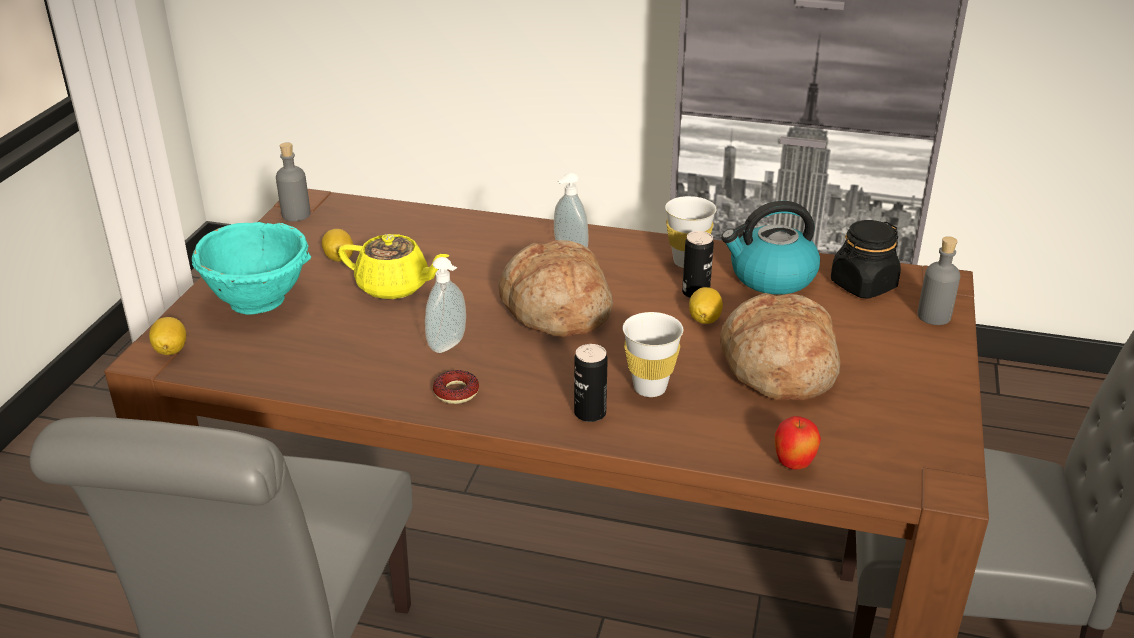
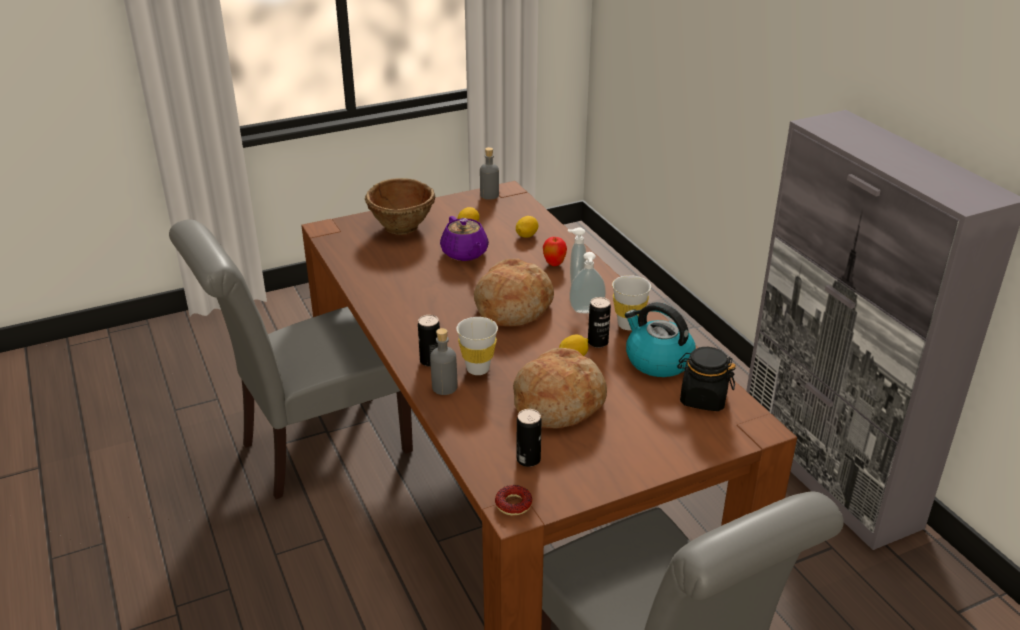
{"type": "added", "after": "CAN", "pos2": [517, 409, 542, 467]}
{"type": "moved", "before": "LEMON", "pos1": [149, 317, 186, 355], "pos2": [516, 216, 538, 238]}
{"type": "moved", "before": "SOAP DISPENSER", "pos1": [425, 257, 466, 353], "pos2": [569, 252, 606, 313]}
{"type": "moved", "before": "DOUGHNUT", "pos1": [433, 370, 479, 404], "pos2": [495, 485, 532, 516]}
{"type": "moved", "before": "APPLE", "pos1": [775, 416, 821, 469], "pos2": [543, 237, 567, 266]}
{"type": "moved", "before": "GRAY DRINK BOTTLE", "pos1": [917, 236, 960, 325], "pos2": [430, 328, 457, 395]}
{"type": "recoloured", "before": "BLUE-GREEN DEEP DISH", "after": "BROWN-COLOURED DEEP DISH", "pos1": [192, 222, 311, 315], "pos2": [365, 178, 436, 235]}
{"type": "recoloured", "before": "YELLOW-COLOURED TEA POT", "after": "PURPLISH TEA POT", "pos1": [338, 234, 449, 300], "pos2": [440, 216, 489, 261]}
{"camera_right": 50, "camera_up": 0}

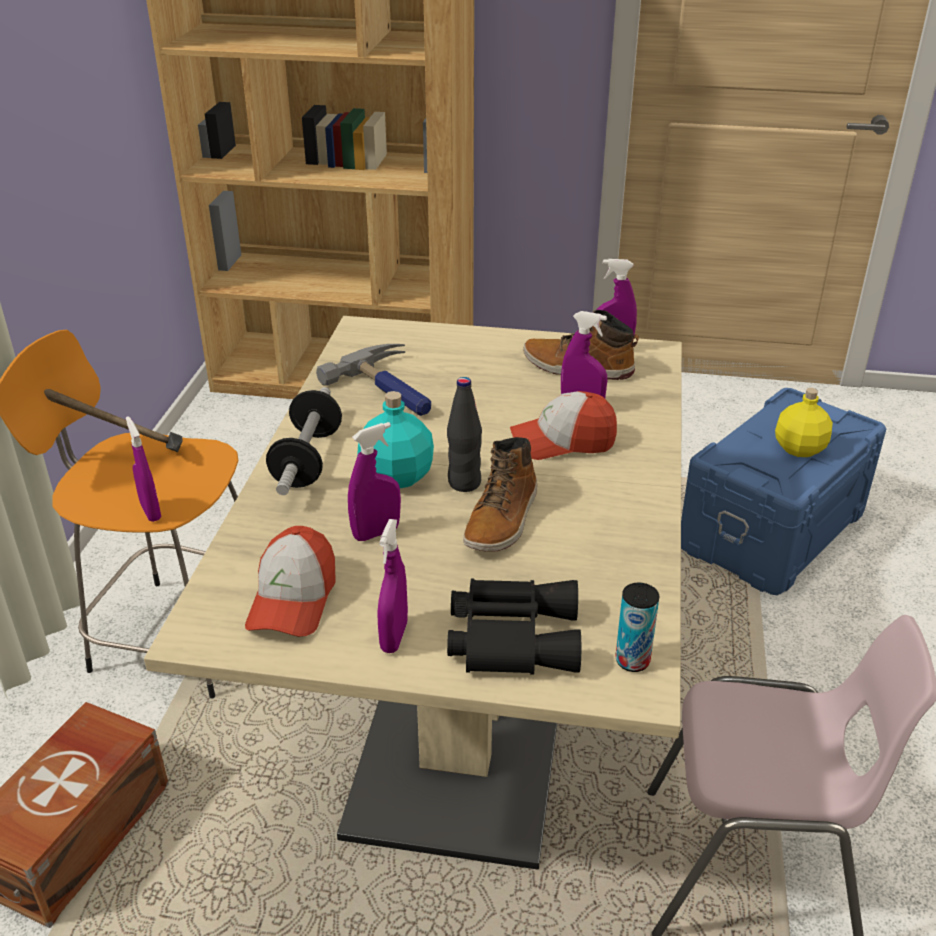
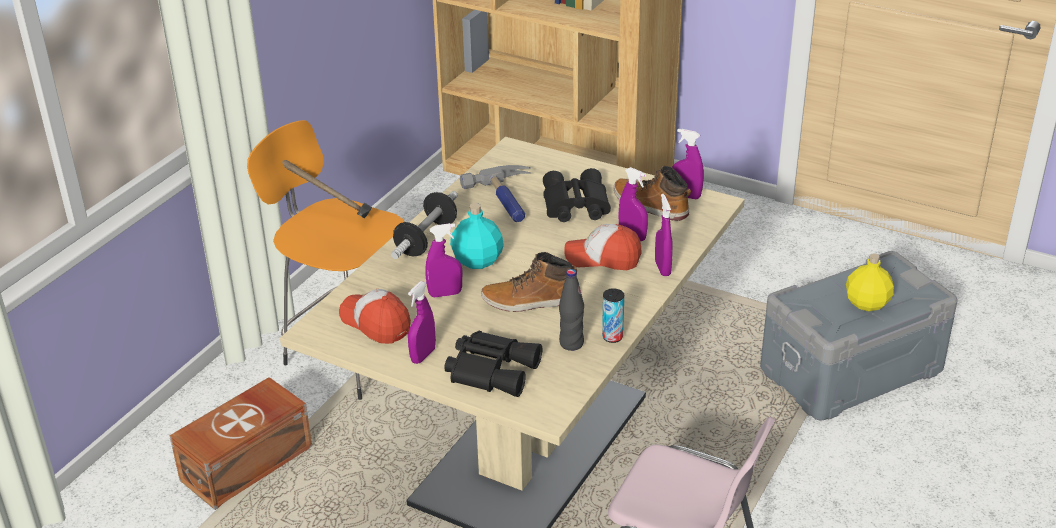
{"type": "added", "after": "BLACKISH FIELD GLASSES", "pos2": [543, 168, 611, 222]}
{"type": "moved", "before": "PURPLISH HAND SPRAYER", "pos1": [126, 416, 161, 522], "pos2": [655, 194, 673, 276]}
{"type": "moved", "before": "BLACKISH DRINK BOTTLE", "pos1": [447, 377, 482, 492], "pos2": [559, 269, 584, 351]}
{"type": "moved", "before": "CAN", "pos1": [615, 583, 659, 672], "pos2": [602, 288, 624, 343]}
{"type": "recoloured", "before": "BLUISH STORAGE BIN", "after": "GRAY STORAGE BIN", "pos1": [681, 388, 886, 595], "pos2": [760, 251, 958, 421]}
{"type": "turned", "before": "CAP", "pos1": [245, 526, 336, 637], "pos2": [339, 289, 411, 344], "turn": 105}
{"type": "turned", "before": "HIGH-TOP BOOT", "pos1": [463, 437, 537, 552], "pos2": [481, 252, 577, 312], "turn": 45}
{"camera_right": 20, "camera_up": 0}

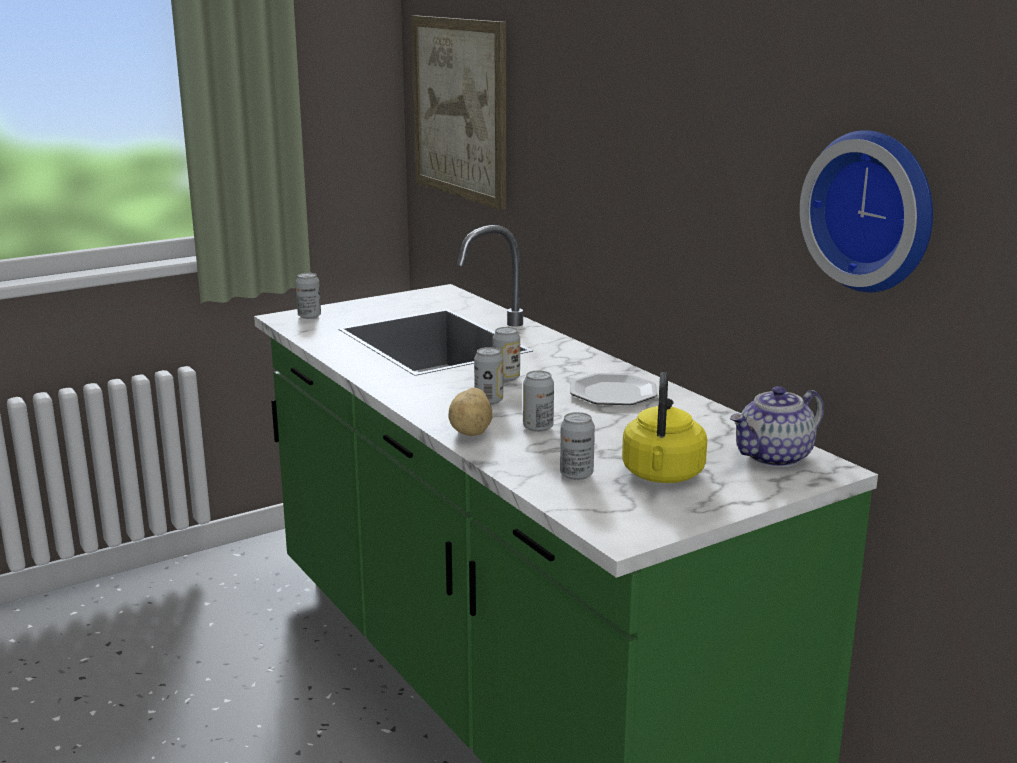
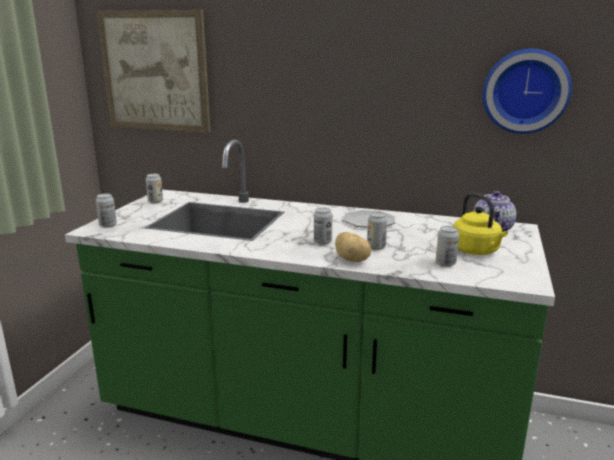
{"type": "moved", "before": "CAN", "pos1": [493, 327, 520, 381], "pos2": [146, 174, 163, 204]}
{"camera_right": -40, "camera_up": 0}

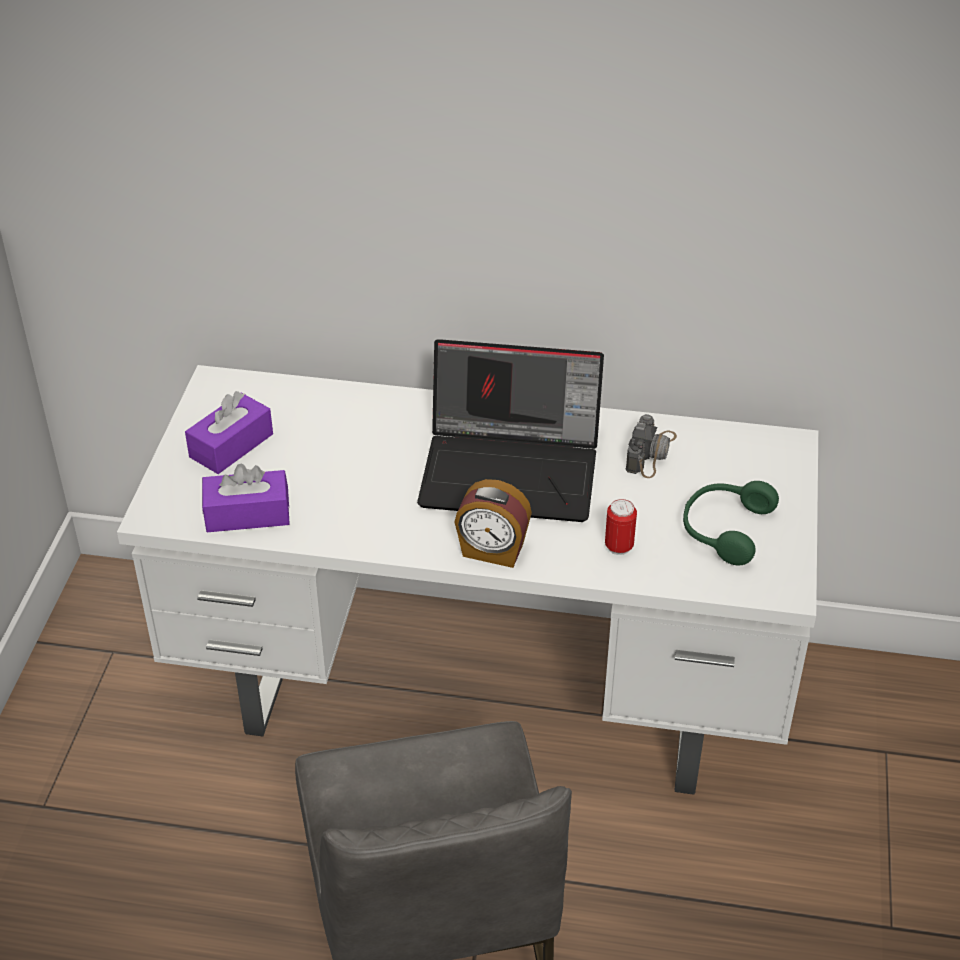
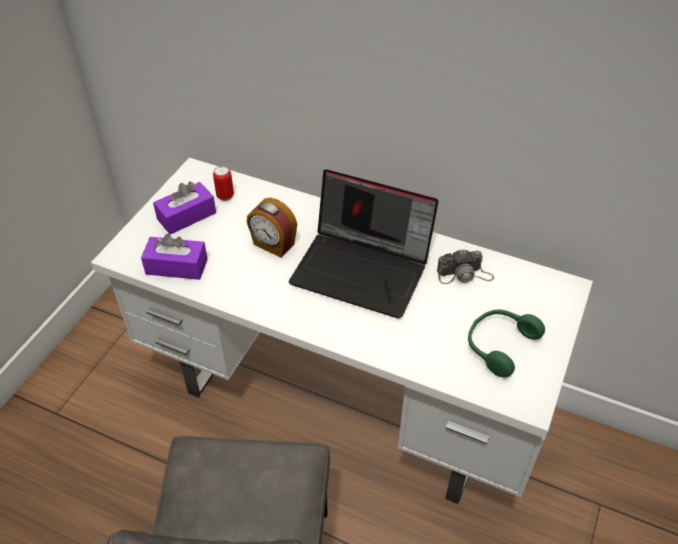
{"type": "moved", "before": "ALARM CLOCK", "pos1": [455, 479, 532, 568], "pos2": [247, 198, 297, 258]}
{"type": "moved", "before": "CAN", "pos1": [605, 499, 637, 555], "pos2": [213, 166, 234, 201]}
{"type": "turned", "before": "PHOTO CAMERA", "pos1": [626, 414, 677, 478], "pos2": [437, 249, 494, 284], "turn": 45}
{"camera_right": 15, "camera_up": 5}

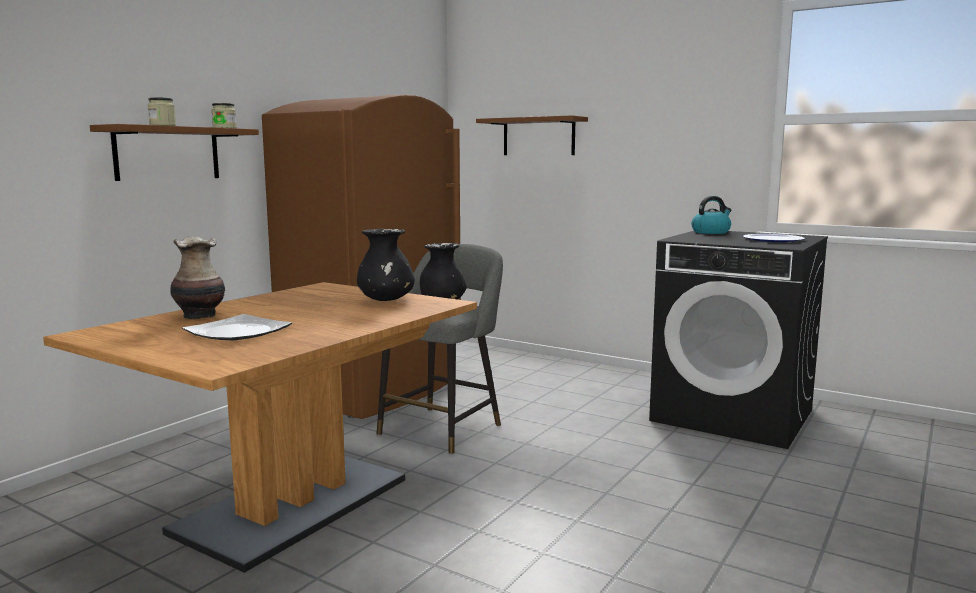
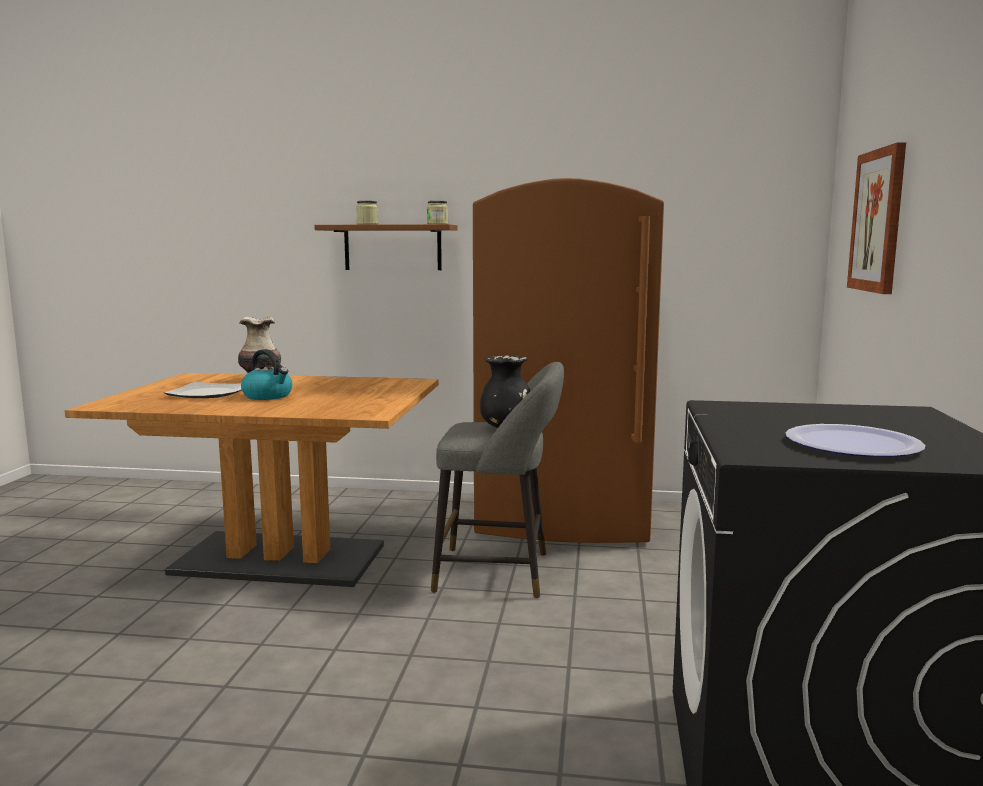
{"type": "removed", "before": "BLACKISH FLOWER VASE", "pos1": [357, 229, 415, 301]}
{"type": "moved", "before": "WATER KETTLE", "pos1": [691, 196, 732, 234], "pos2": [241, 349, 292, 400]}
{"type": "replaced", "before": "BROWN-COLOURED SHELF", "after": "PICTURE", "pos1": [476, 115, 588, 155], "pos2": [847, 142, 906, 294]}
{"camera_right": 65, "camera_up": 0}

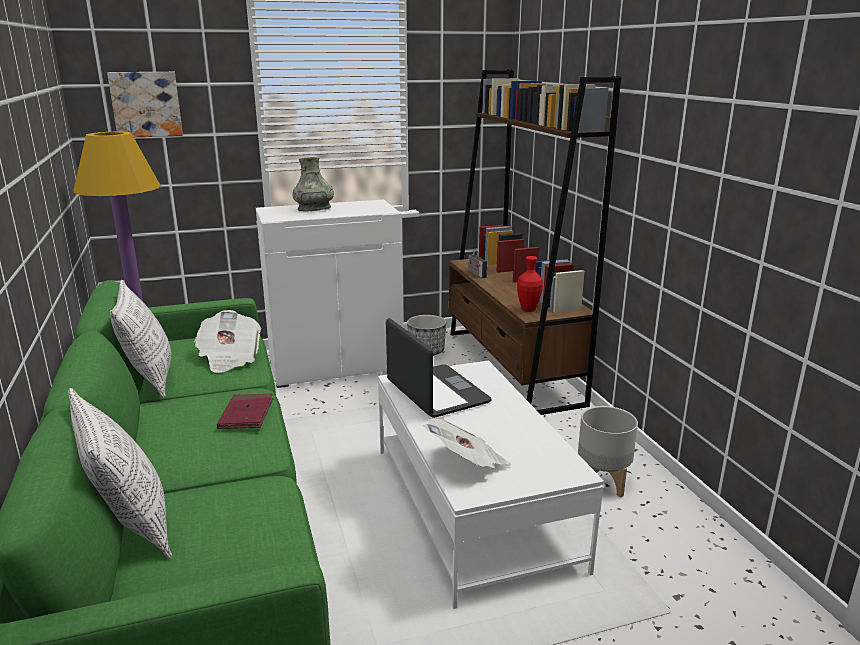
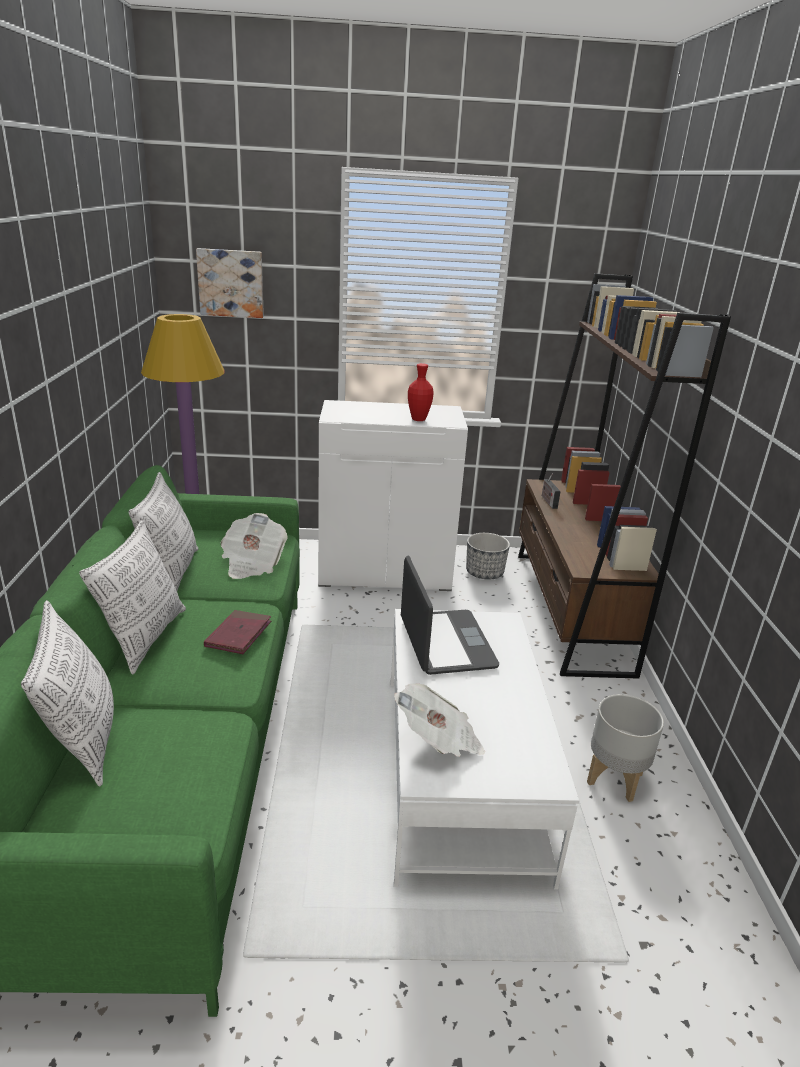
{"type": "removed", "before": "GRAY FLOWER VASE", "pos1": [292, 157, 334, 211]}
{"type": "added", "after": "THROW PILLOW", "pos2": [79, 520, 186, 674]}
{"type": "moved", "before": "REDDISH FLOWER VASE", "pos1": [517, 256, 543, 312], "pos2": [408, 363, 434, 421]}
{"camera_right": 15, "camera_up": 5}

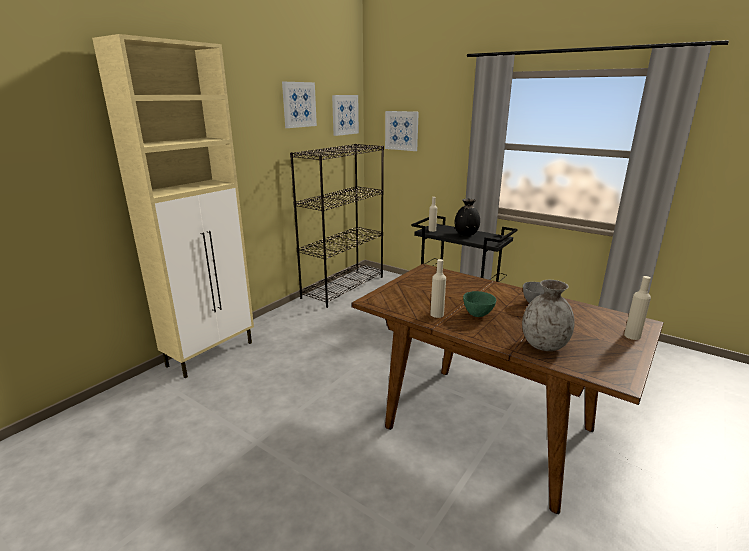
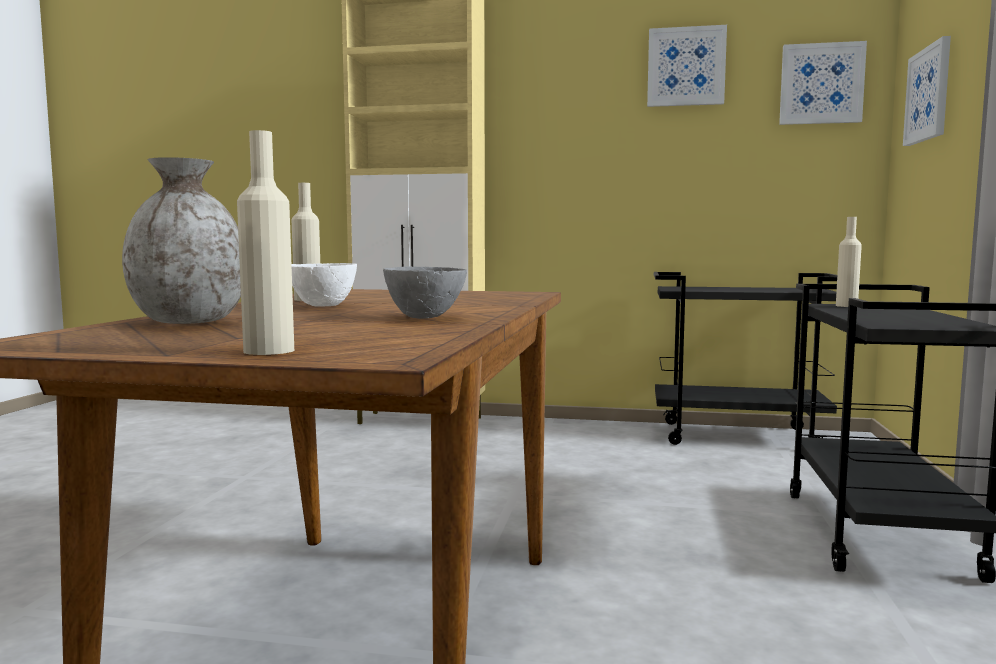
{"type": "removed", "before": "BLACKISH FLOWER VASE", "pos1": [455, 199, 480, 236]}
{"type": "replaced", "before": "BLACKISH SHELVING UNIT", "after": "BLACKISH CART", "pos1": [290, 144, 384, 308], "pos2": [654, 272, 837, 445]}
{"type": "recoloured", "before": "GREEN DEEP DISH", "after": "WHITE DEEP DISH", "pos1": [463, 291, 496, 317], "pos2": [291, 263, 357, 307]}
{"camera_right": 65, "camera_up": -15}

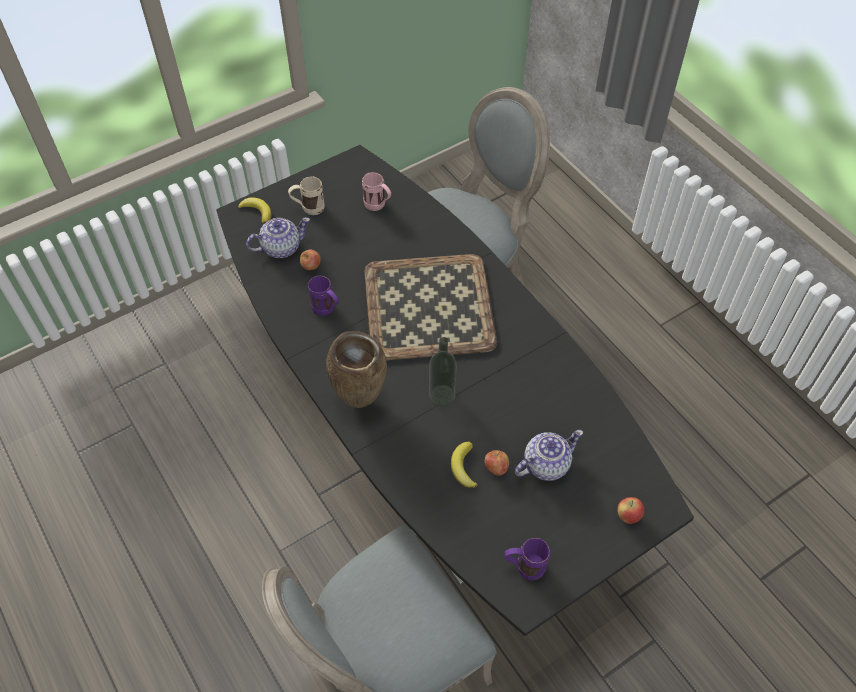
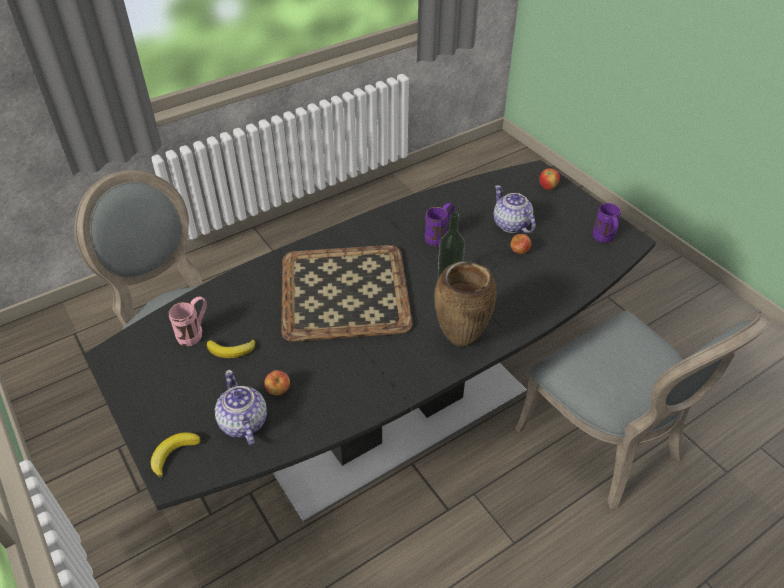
{"type": "removed", "before": "BEIGE COFFEE MUG", "pos1": [288, 176, 325, 215]}
{"type": "moved", "before": "PURPLISH COFFEE MUG", "pos1": [308, 276, 339, 316], "pos2": [425, 203, 454, 247]}
{"type": "moved", "before": "BANANA FRUIT", "pos1": [451, 441, 478, 487], "pos2": [207, 340, 255, 358]}
{"camera_right": -90, "camera_up": -10}

